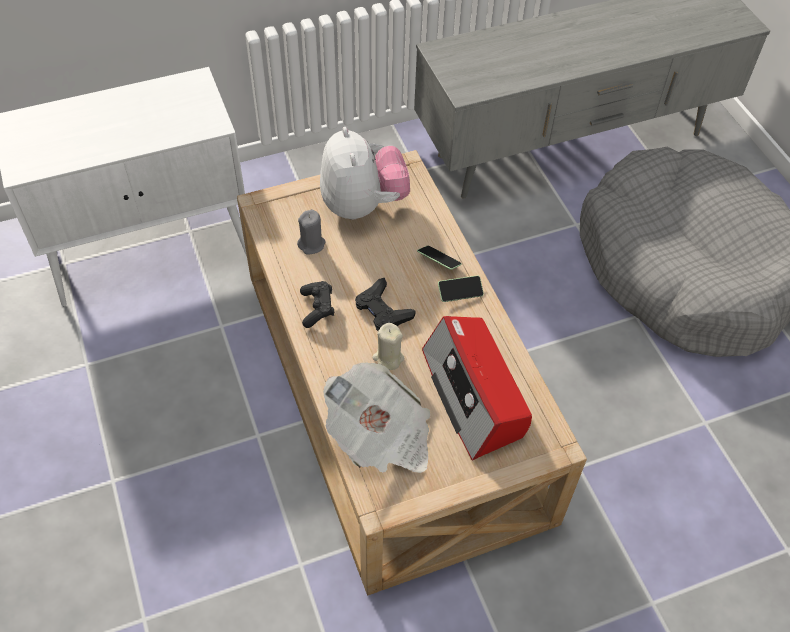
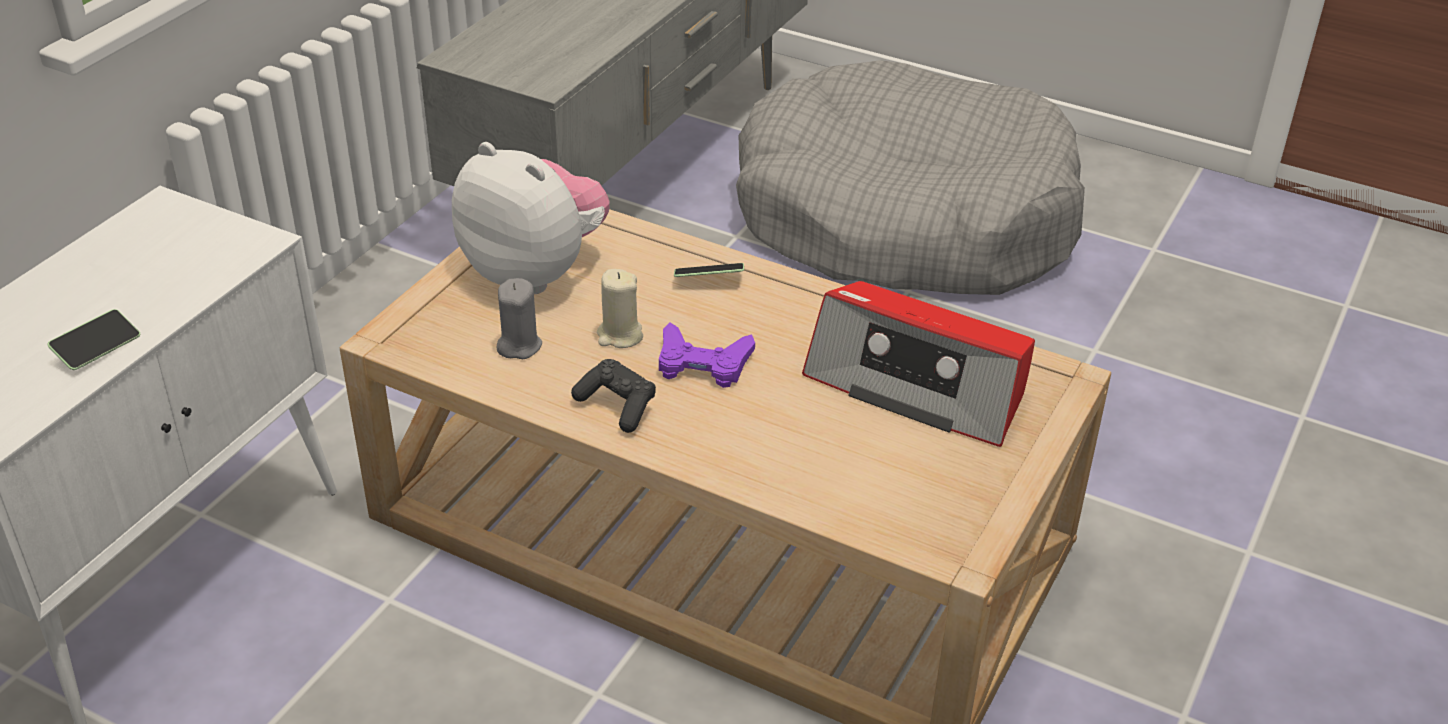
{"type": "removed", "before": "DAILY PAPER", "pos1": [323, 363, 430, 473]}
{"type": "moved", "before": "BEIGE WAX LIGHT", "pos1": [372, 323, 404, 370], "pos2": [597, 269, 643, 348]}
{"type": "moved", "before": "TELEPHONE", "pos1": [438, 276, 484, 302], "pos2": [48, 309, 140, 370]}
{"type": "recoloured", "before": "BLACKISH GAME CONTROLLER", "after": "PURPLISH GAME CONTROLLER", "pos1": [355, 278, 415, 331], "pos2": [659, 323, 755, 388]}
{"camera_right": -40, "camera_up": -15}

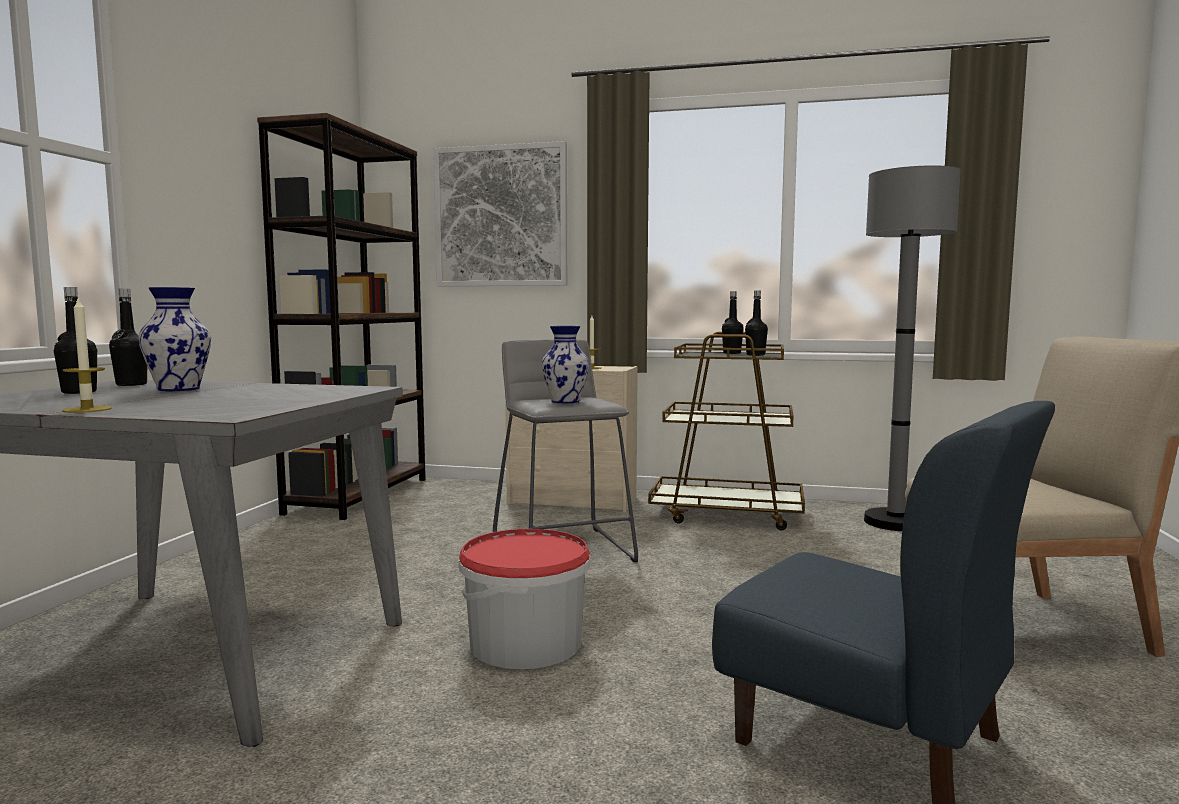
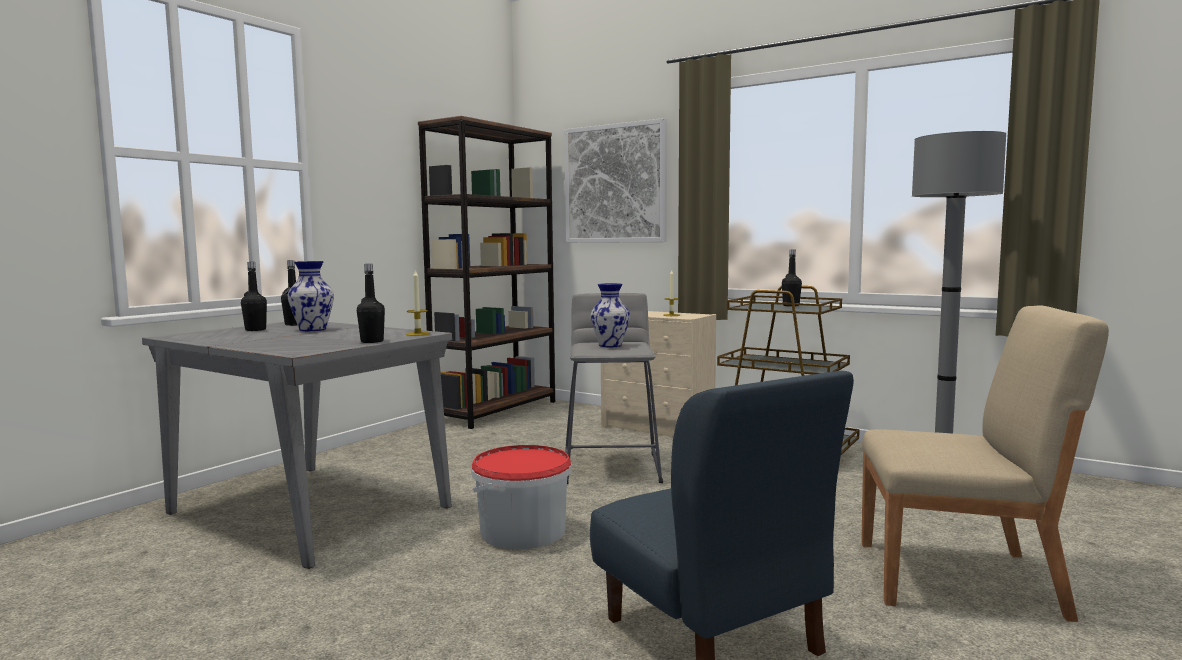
{"type": "moved", "before": "WAX LIGHT", "pos1": [62, 298, 112, 413], "pos2": [406, 269, 430, 336]}
{"type": "moved", "before": "BLACKISH DRINK BOTTLE", "pos1": [745, 291, 768, 356], "pos2": [357, 264, 385, 343]}
{"camera_right": 20, "camera_up": 0}

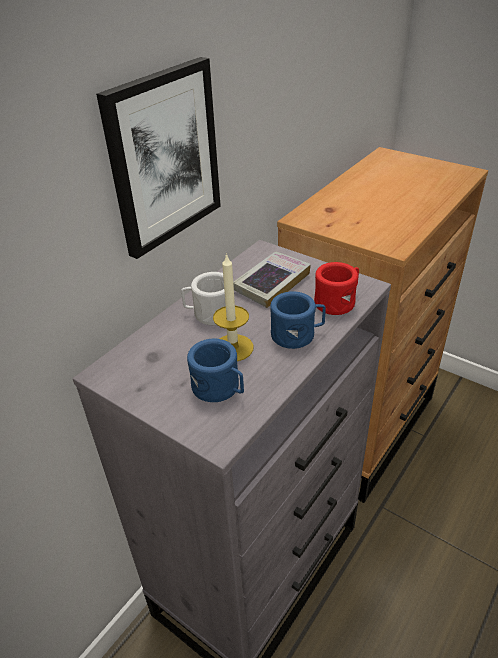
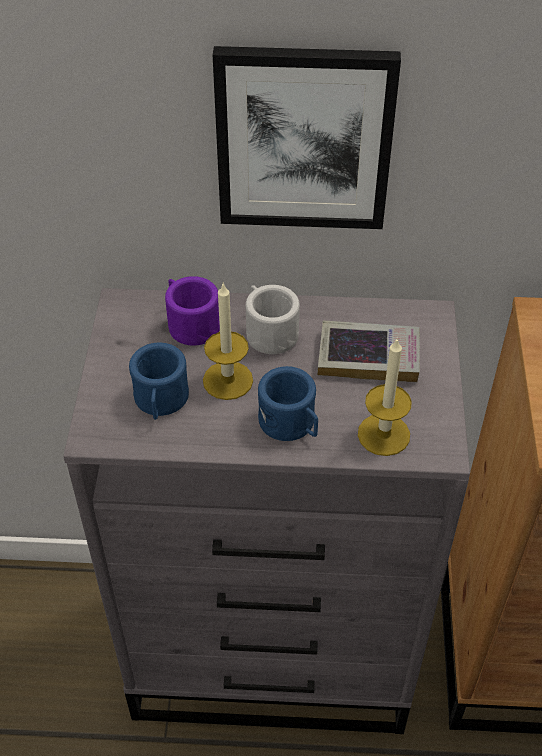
{"type": "added", "after": "PURPLISH COFFEE MUG", "pos2": [165, 276, 220, 346]}
{"type": "replaced", "before": "REDDISH COFFEE MUG", "after": "WAX LIGHT", "pos1": [314, 262, 359, 315], "pos2": [358, 338, 412, 456]}
{"camera_right": 55, "camera_up": 10}

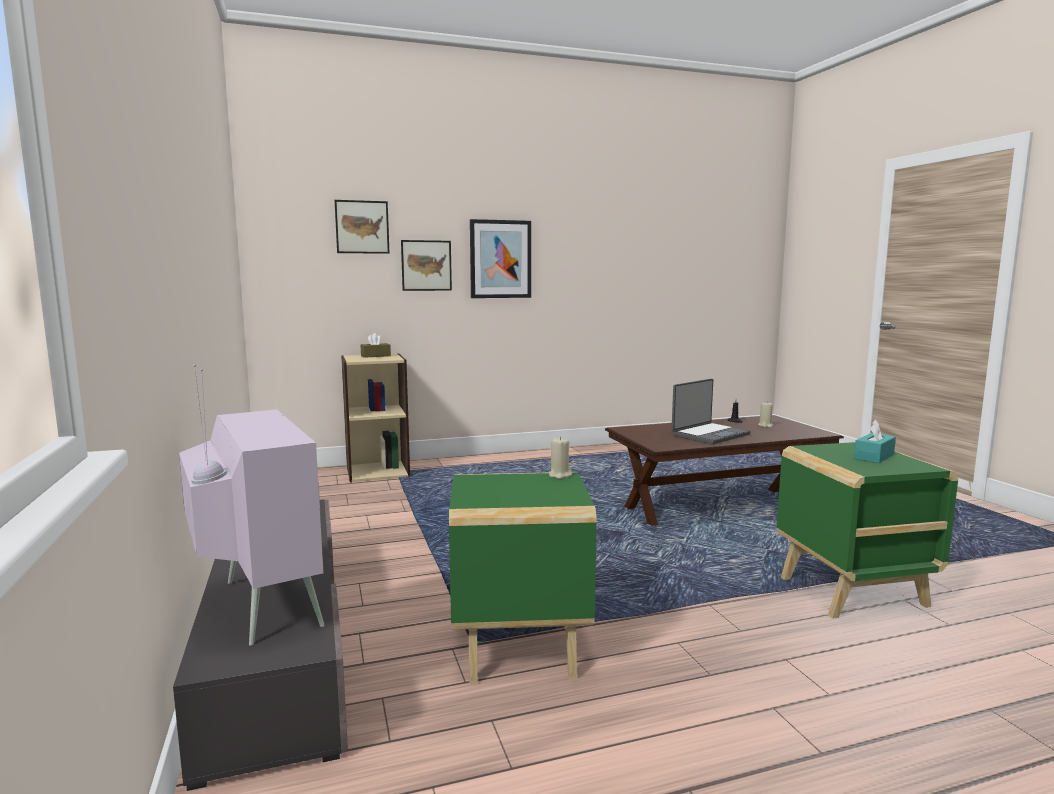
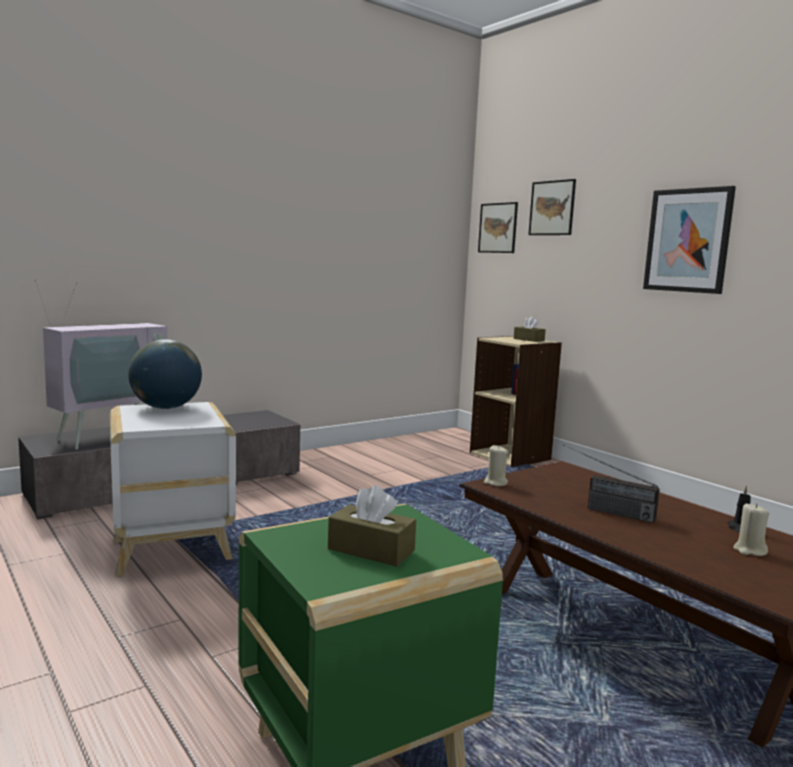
{"type": "added", "after": "WORLD GLOBE", "pos2": [128, 339, 202, 409]}
{"type": "moved", "before": "PICTURE", "pos1": [401, 240, 452, 291], "pos2": [478, 202, 518, 253]}
{"type": "moved", "before": "BEIGE WAX LIGHT", "pos1": [549, 437, 572, 479], "pos2": [484, 445, 508, 486]}
{"type": "replaced", "before": "LAPTOP", "after": "RADIO", "pos1": [672, 379, 751, 444], "pos2": [563, 444, 660, 523]}
{"type": "recoloured", "before": "GREEN ACCENT TABLE", "after": "WHITE ACCENT TABLE", "pos1": [449, 472, 597, 684], "pos2": [110, 402, 236, 577]}
{"type": "recoloured", "before": "BLUE-GREEN BOX OF TISSUES", "after": "BROWN-COLOURED BOX OF TISSUES", "pos1": [854, 420, 896, 463], "pos2": [328, 485, 416, 567]}
{"camera_right": 70, "camera_up": 0}

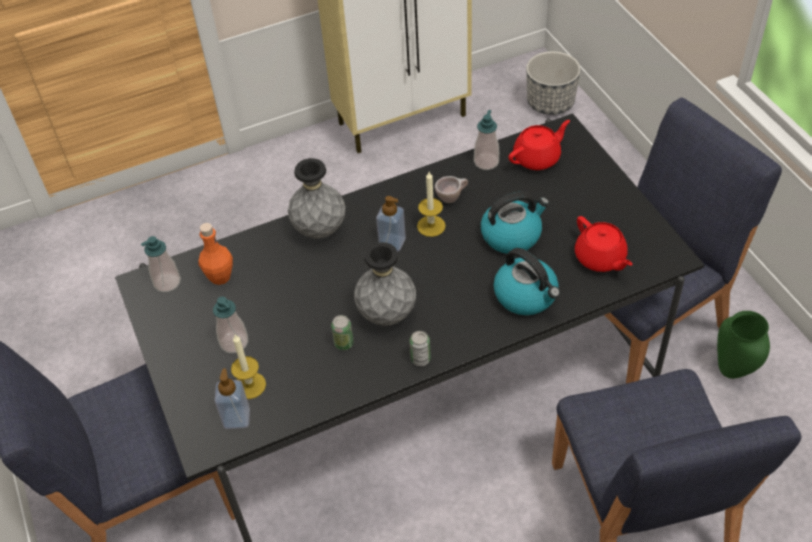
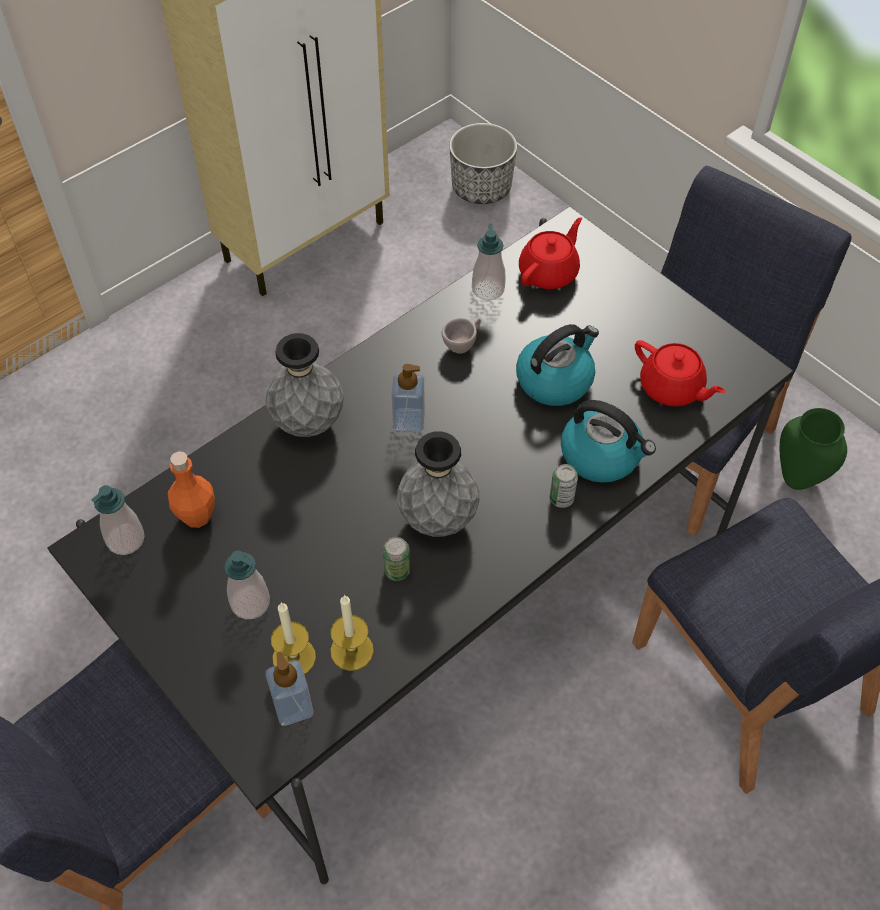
{"type": "moved", "before": "CAN", "pos1": [410, 331, 431, 366], "pos2": [550, 464, 578, 508]}
{"type": "moved", "before": "WAX LIGHT", "pos1": [417, 172, 446, 237], "pos2": [330, 595, 374, 671]}
{"camera_right": -20, "camera_up": 5}

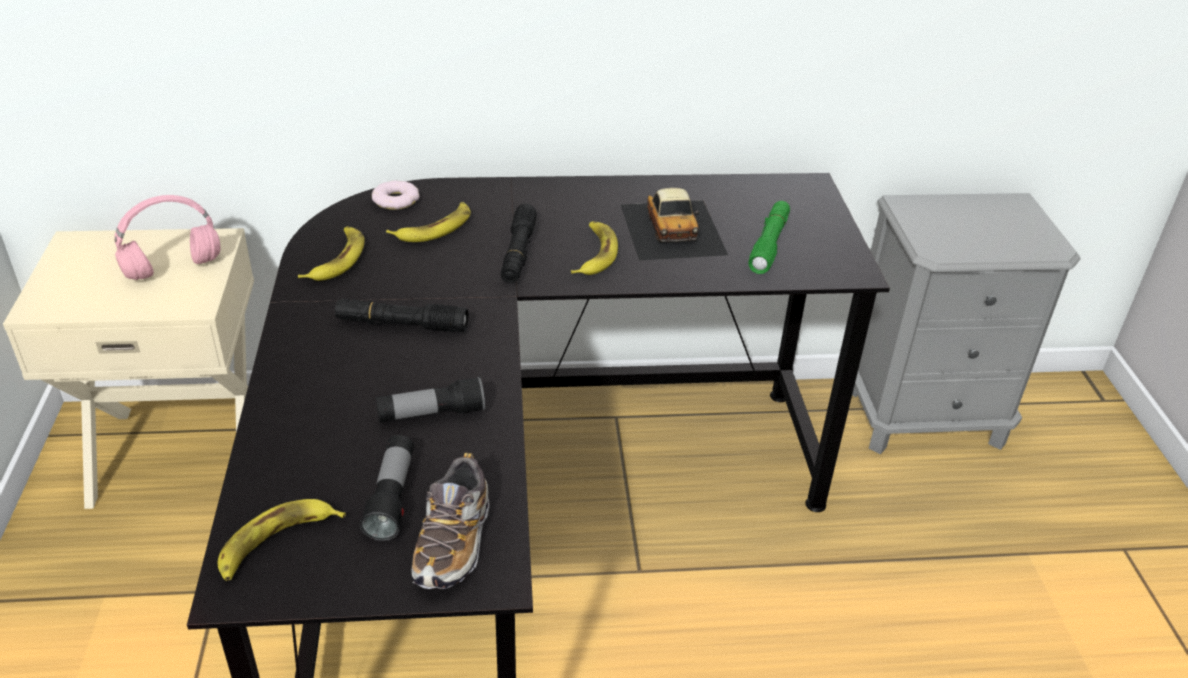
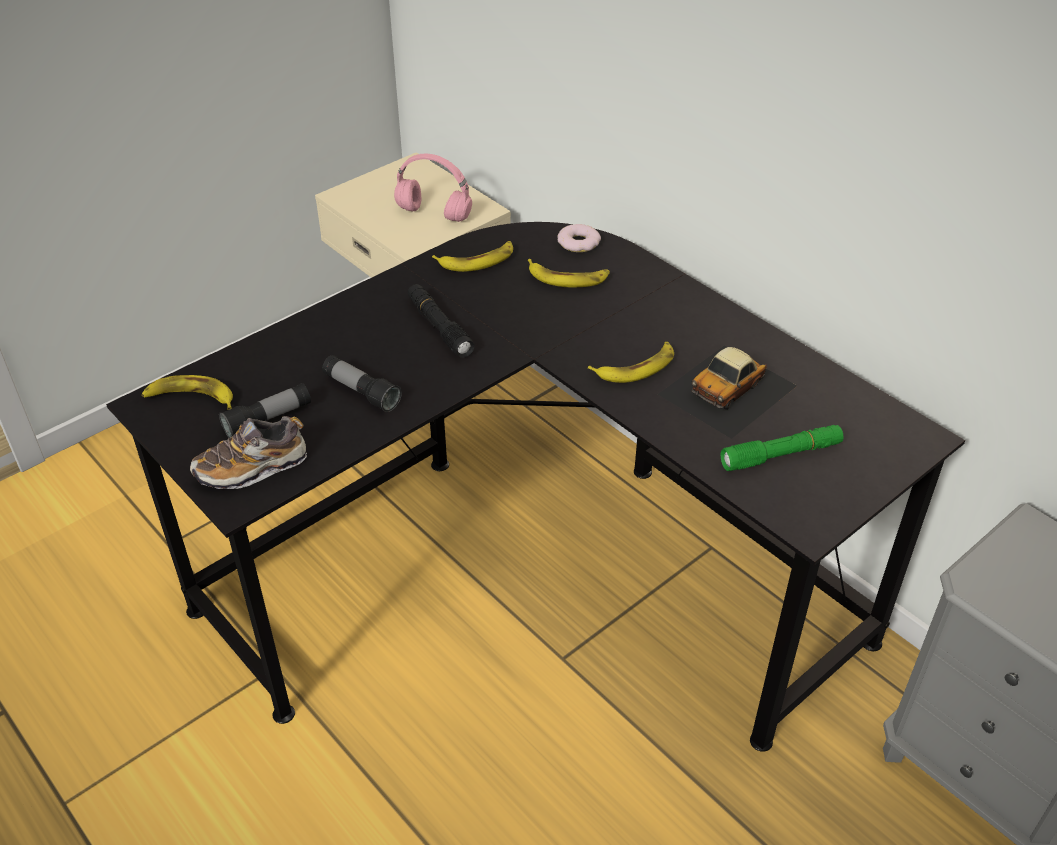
{"type": "removed", "before": "BLACKISH HAND TORCH", "pos1": [501, 204, 537, 283]}
{"camera_right": 55, "camera_up": 5}

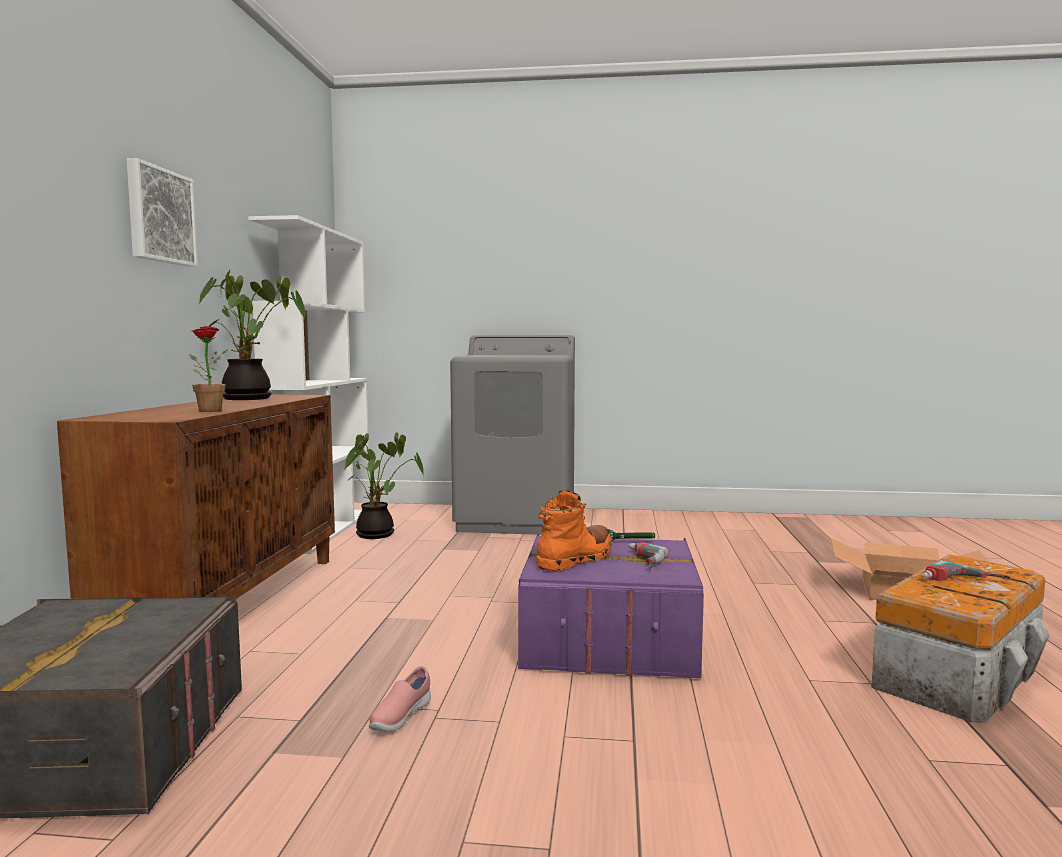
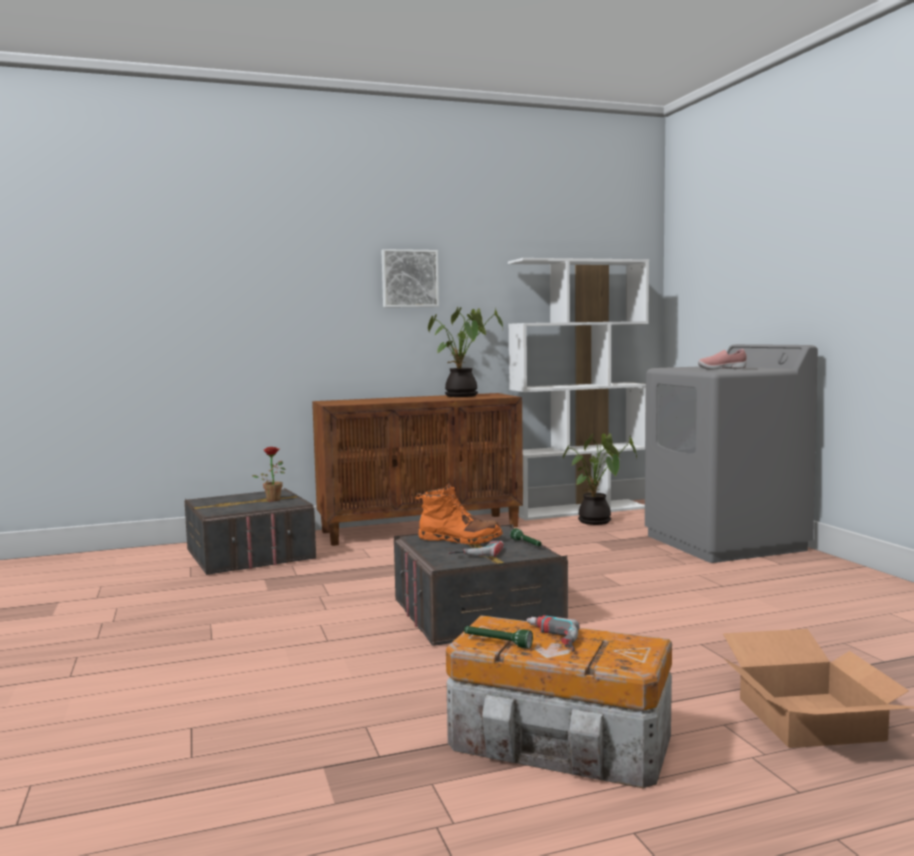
{"type": "added", "after": "GREEN HAND TORCH", "pos2": [464, 626, 533, 649]}
{"type": "moved", "before": "PLANT IN A POT", "pos1": [189, 326, 229, 412], "pos2": [252, 447, 286, 501]}
{"type": "moved", "before": "PINKISH LOW SHOE", "pos1": [369, 666, 431, 732], "pos2": [698, 349, 747, 370]}
{"type": "recoloured", "before": "PURPLISH STORAGE BIN", "after": "GRAY STORAGE BIN", "pos1": [518, 533, 704, 678], "pos2": [394, 524, 568, 646]}
{"camera_right": 65, "camera_up": 0}

